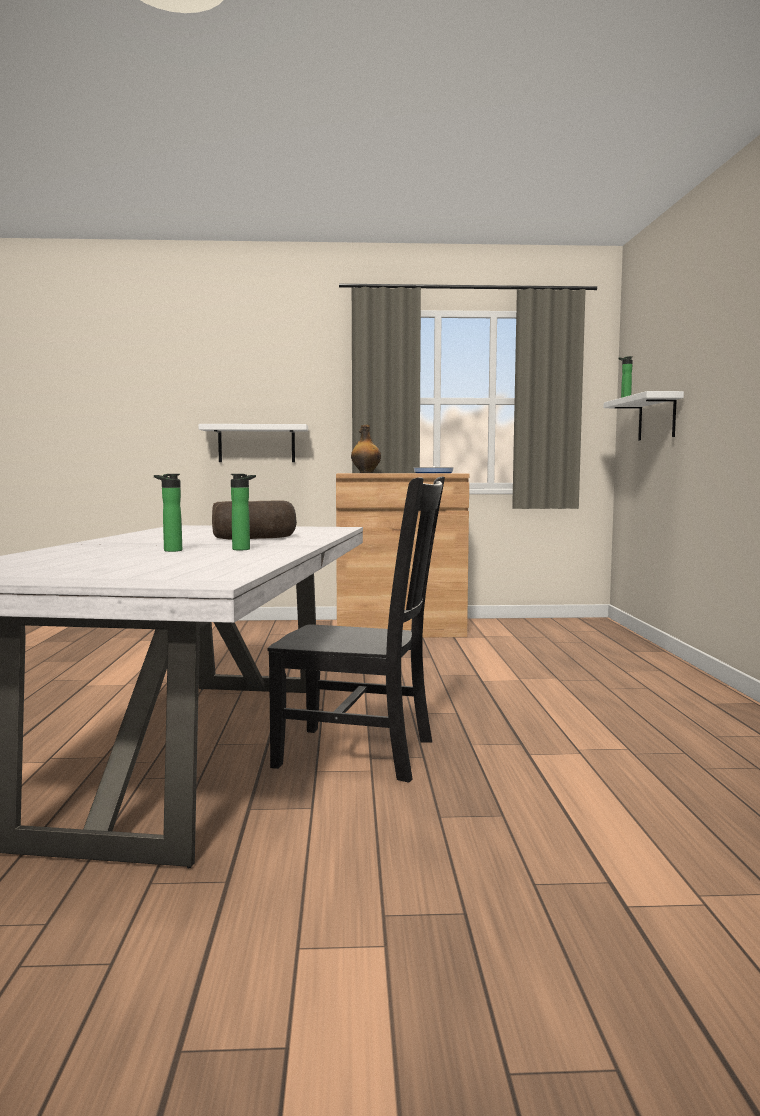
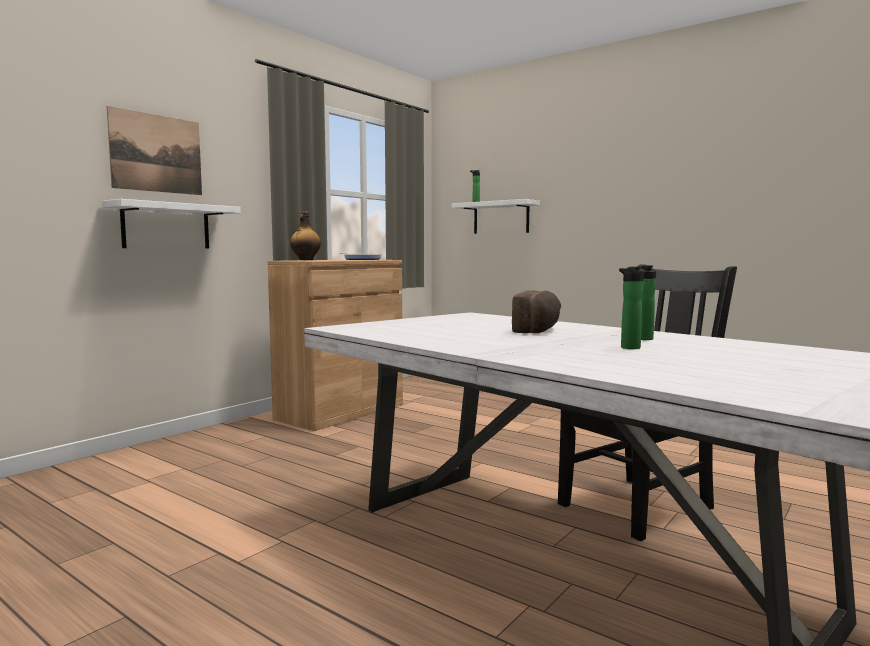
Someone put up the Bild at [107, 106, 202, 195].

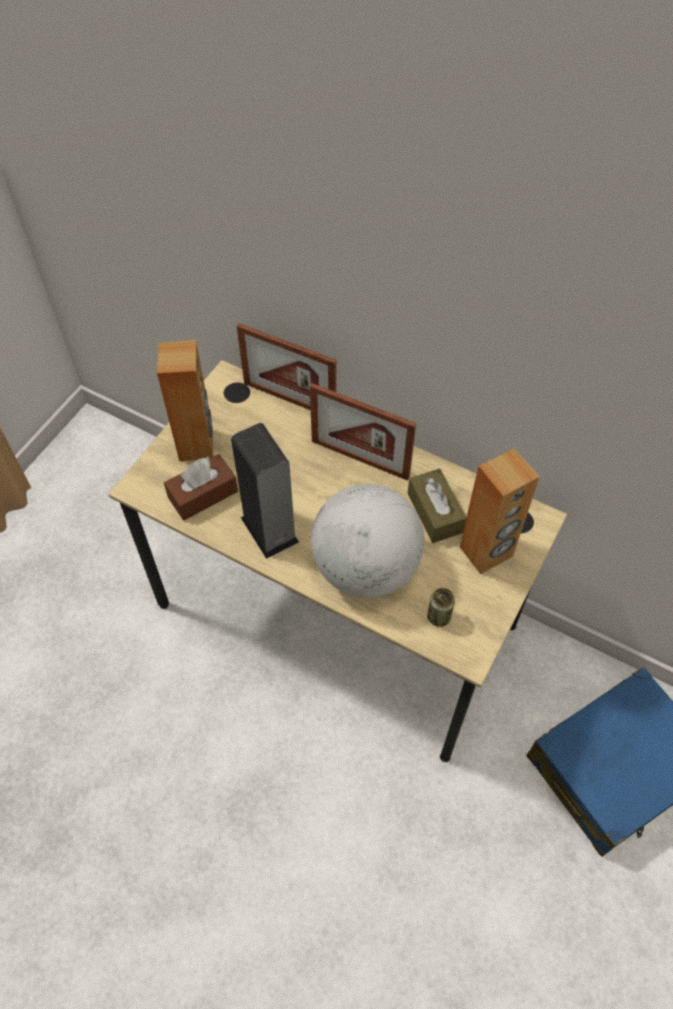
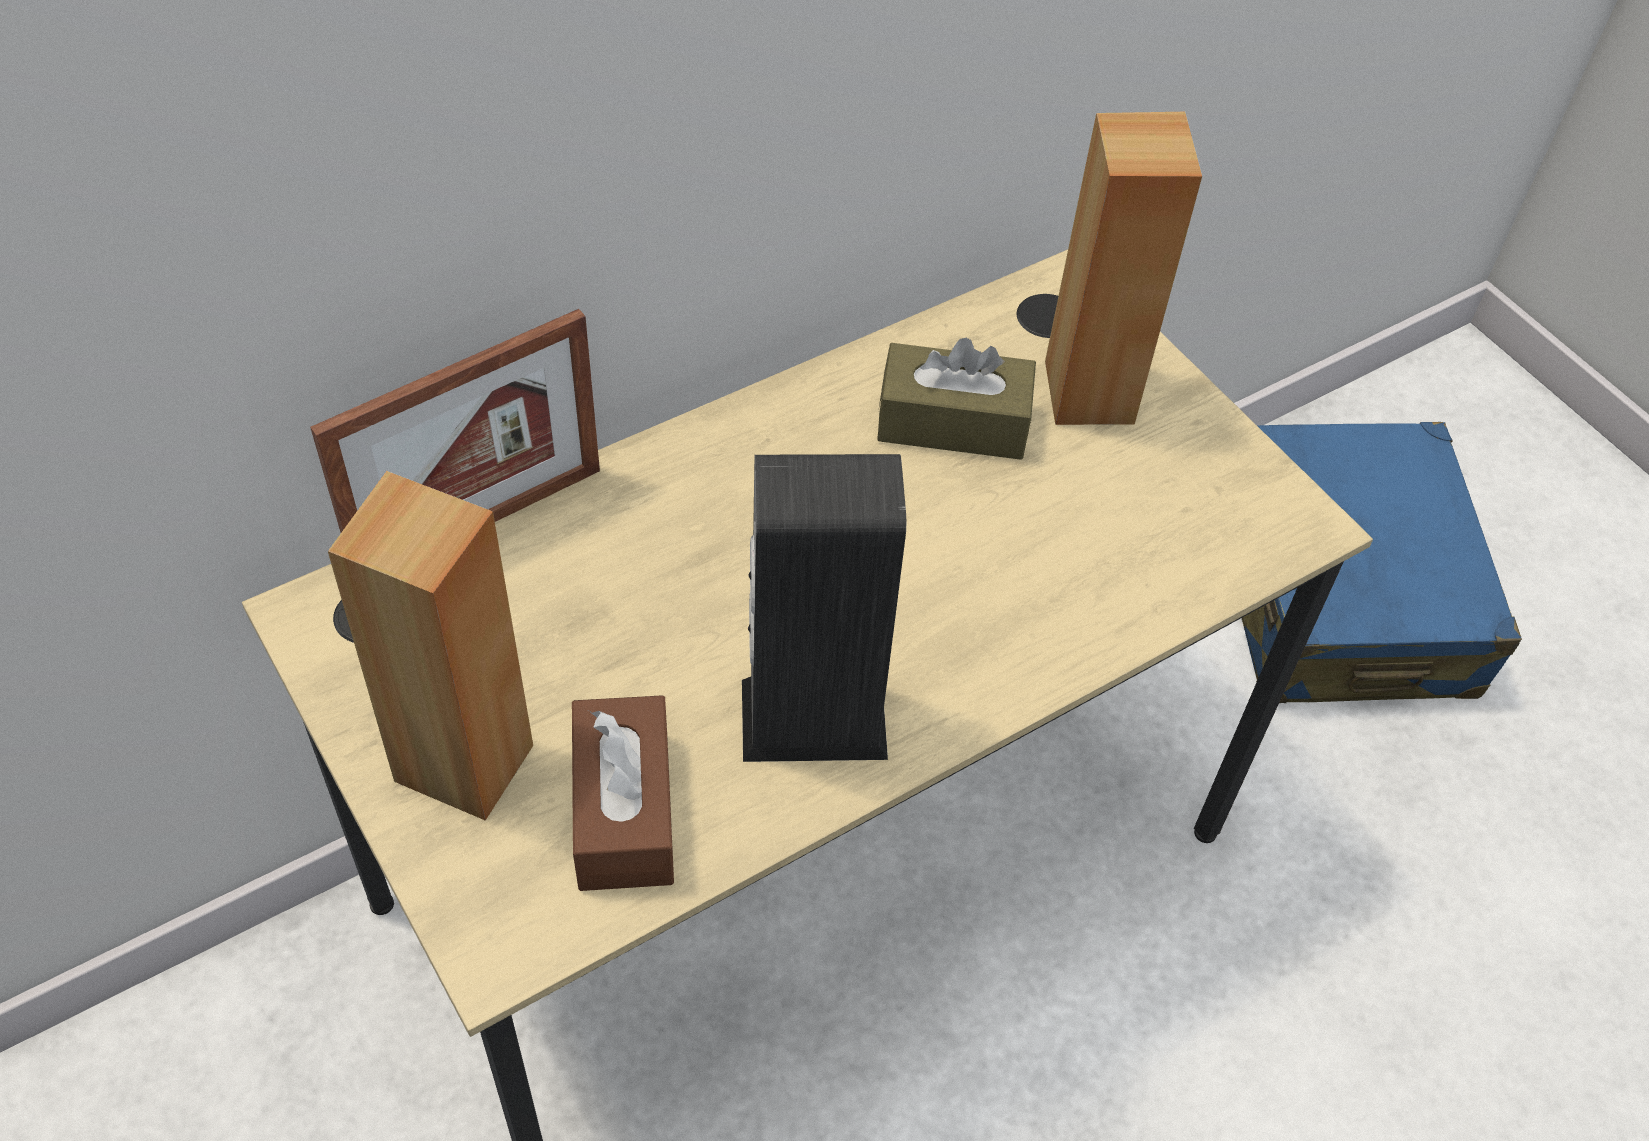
Someone took away the Bilderrahmen at [310, 383, 416, 481]. Someone took away the Globus at [311, 484, 424, 598]. Someone took away the Dose at [427, 588, 455, 627].

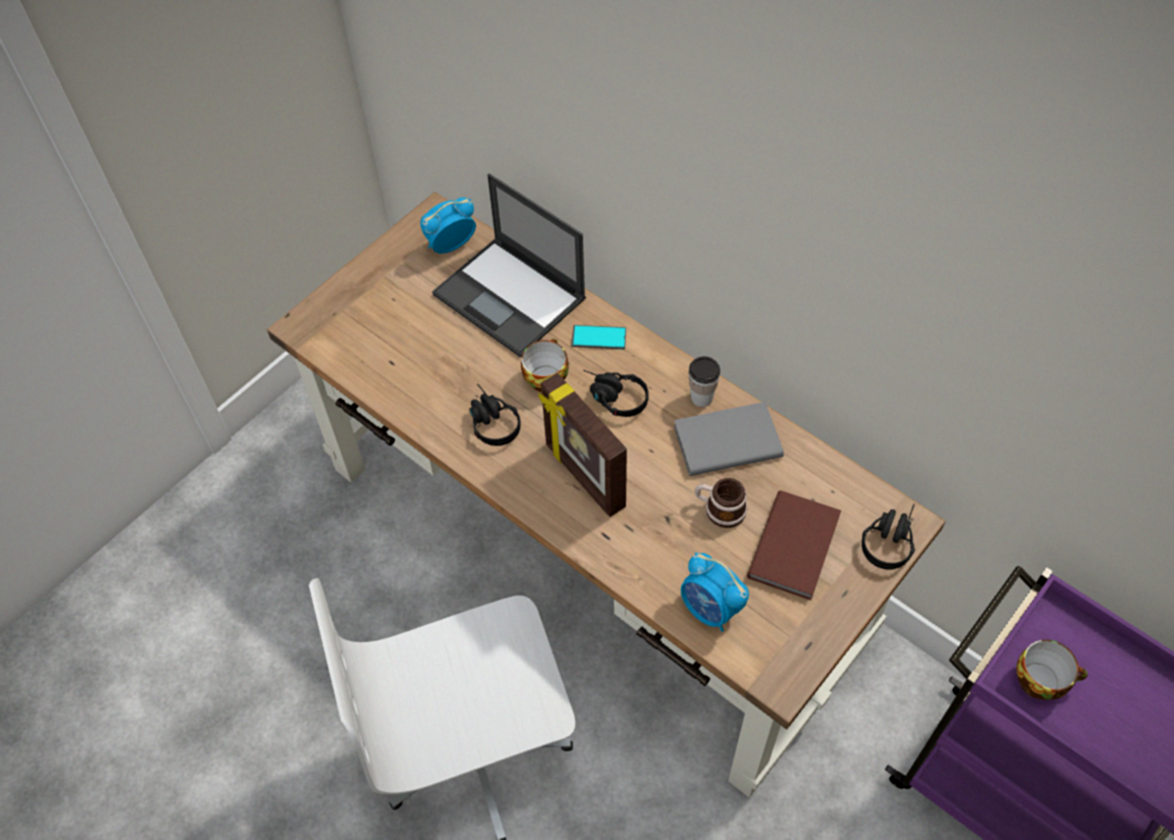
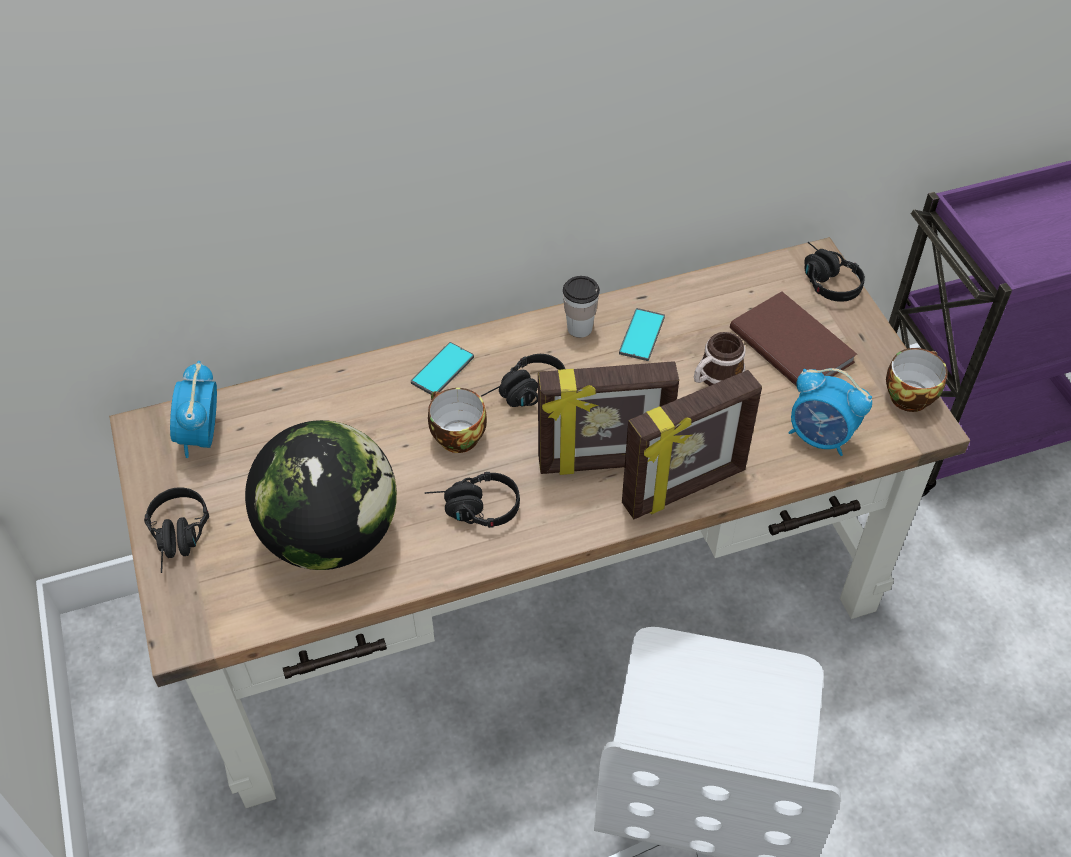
Someone took away the Laptop at [432, 173, 586, 357]. Someone swapped the Buch/grau at [674, 402, 784, 476] for the Handy at [619, 308, 665, 361]. Someone rotated the Wecker at [681, 552, 749, 632] by 45 degrees clockwise. Someone carried the Tasse from [1016, 639, 1088, 700] to [886, 348, 948, 412]. Someone put down the Bilderrahmen at [622, 370, 762, 519]. Someone put down the Globus at [245, 420, 397, 570]. Someone put down the Kopfhörer/schwarz at [144, 487, 209, 573].

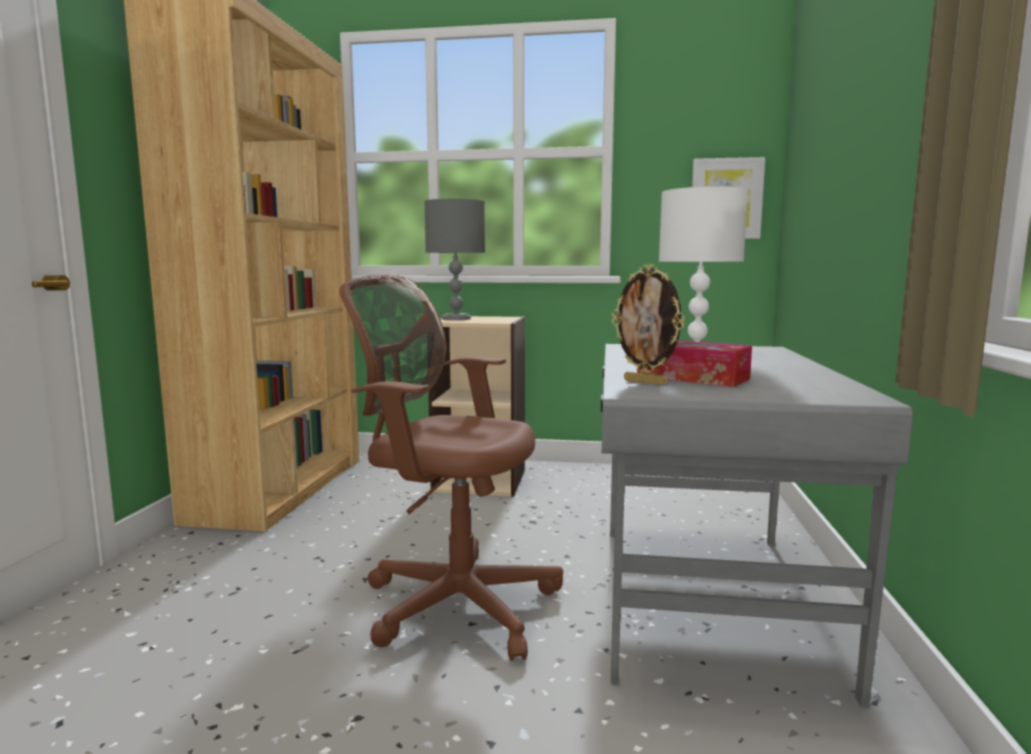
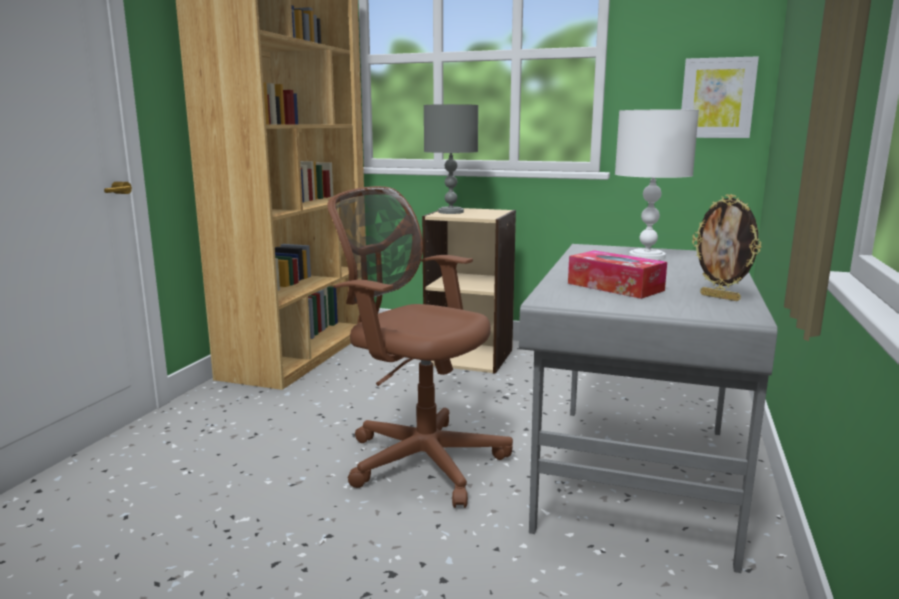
Someone carried the Bilderrahmen from [611, 264, 685, 385] to [692, 194, 761, 301].

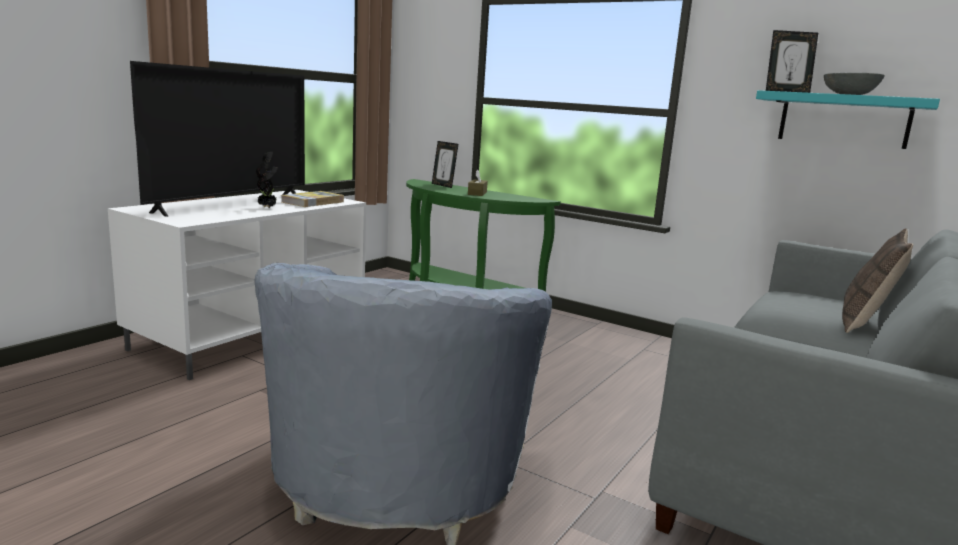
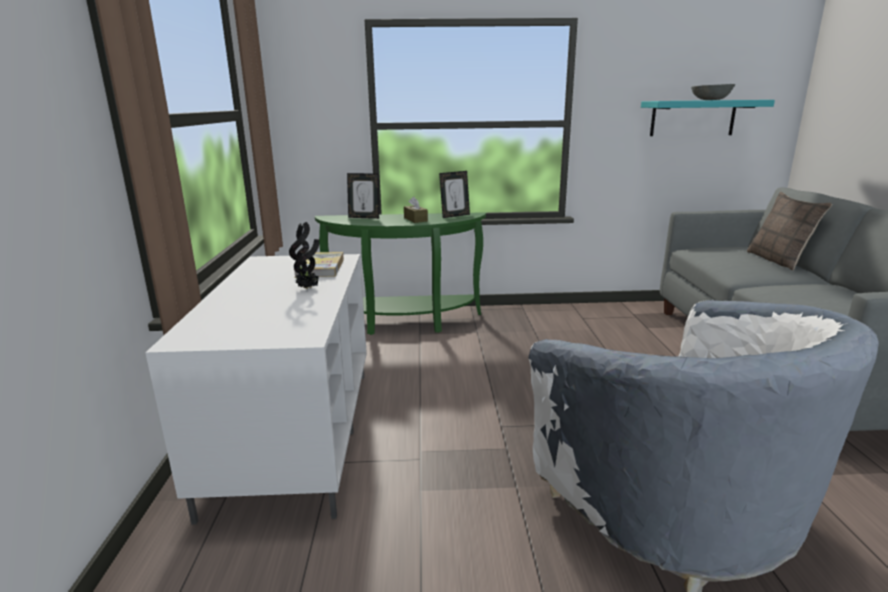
Someone carried the Bilderrahmen from [766, 30, 818, 93] to [439, 171, 470, 218]. Someone took away the Fernseher at [130, 61, 305, 217].

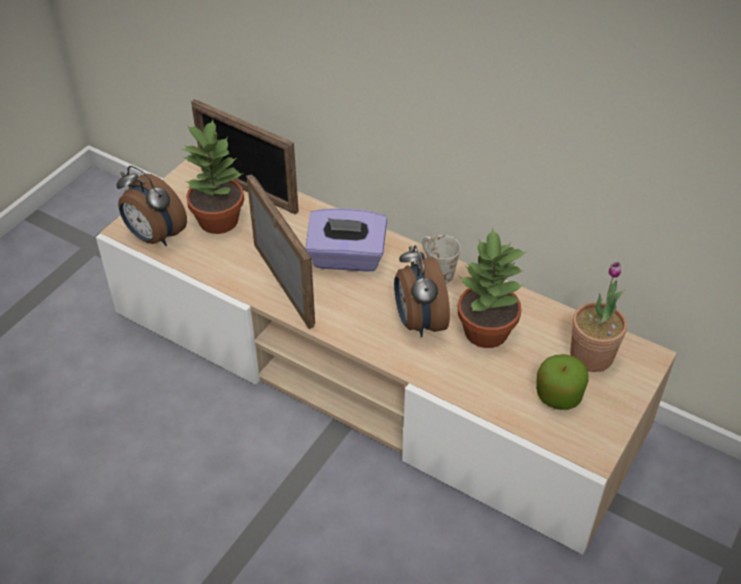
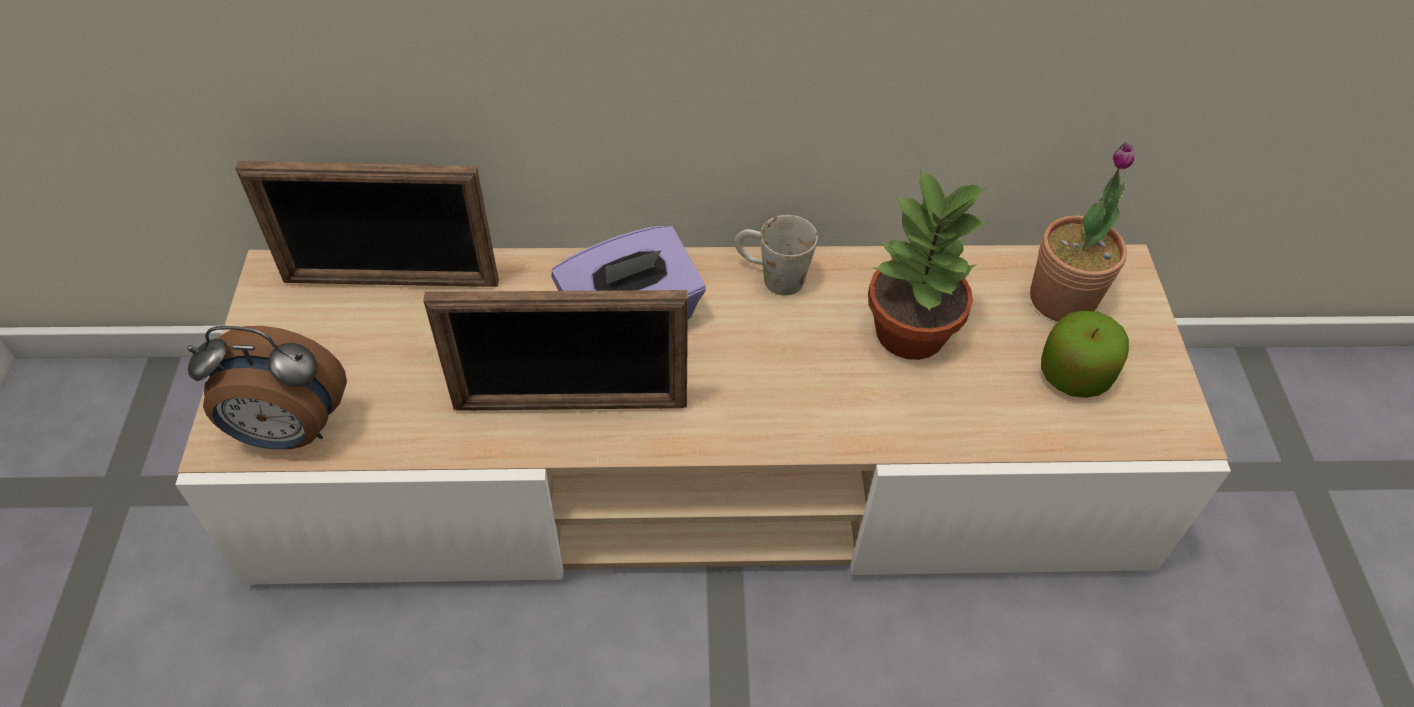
Someone took away the Topfpflanze at [183, 120, 244, 234]. Someone rotated the Bilderrahmen at [246, 174, 315, 329] by 150 degrees clockwise. Someone took away the Wecker at [394, 245, 450, 337].

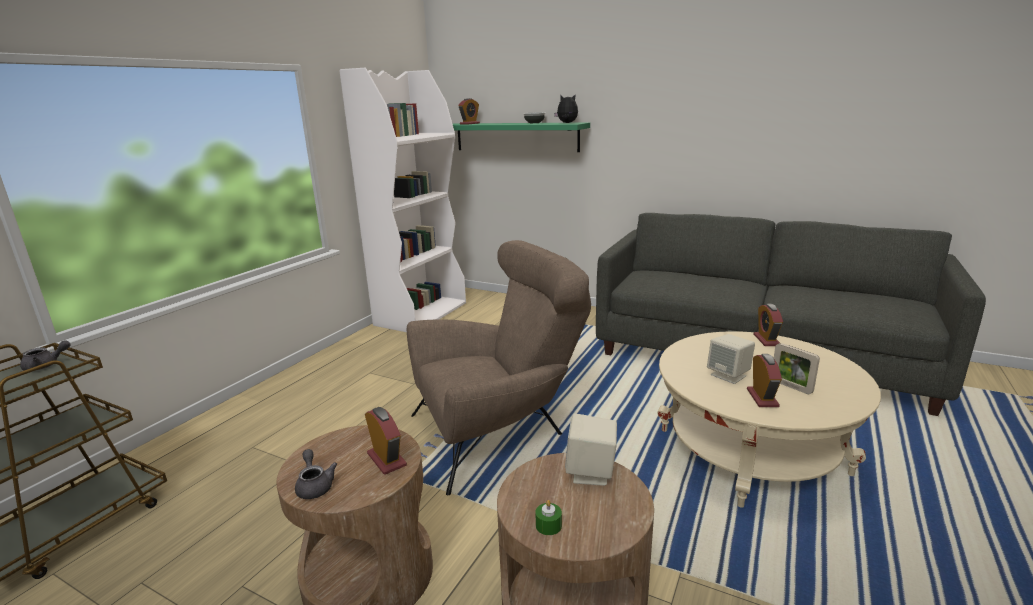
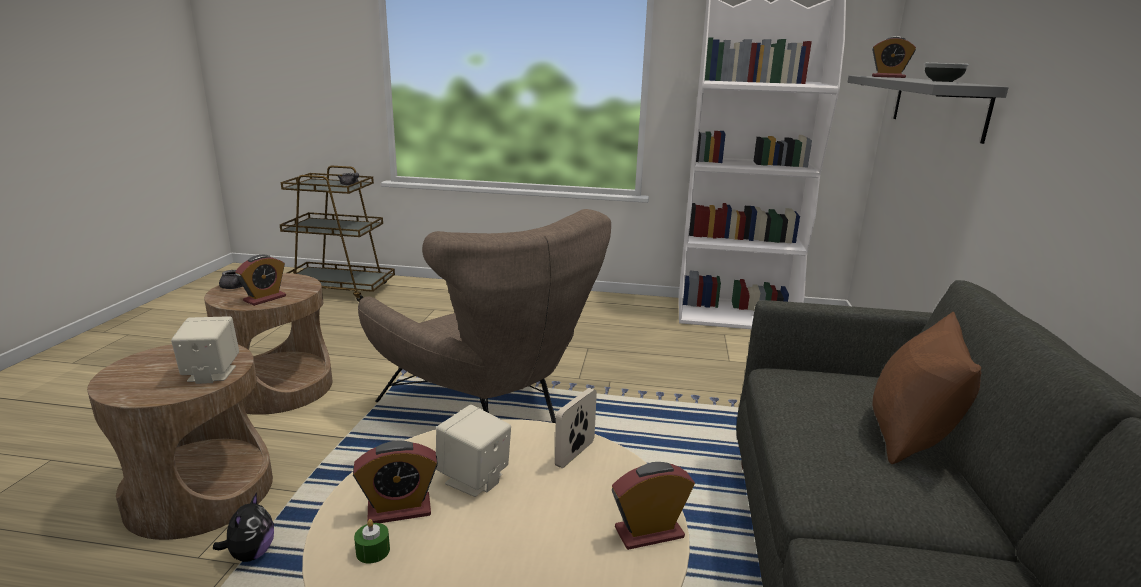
Someone carried the Plüschtier from [554, 94, 578, 123] to [213, 492, 274, 562]. Someone repainted the Wandregal/grün at [453, 122, 590, 152], which became the Wandregal/grau at [847, 75, 1009, 144]. Someone carried the Bilderrahmen from [774, 343, 820, 394] to [555, 388, 597, 468]. Someone carried the Kerze/grün from [536, 500, 562, 535] to [354, 519, 390, 564]. Someone put down the Kissen/braun at [873, 312, 982, 464].

